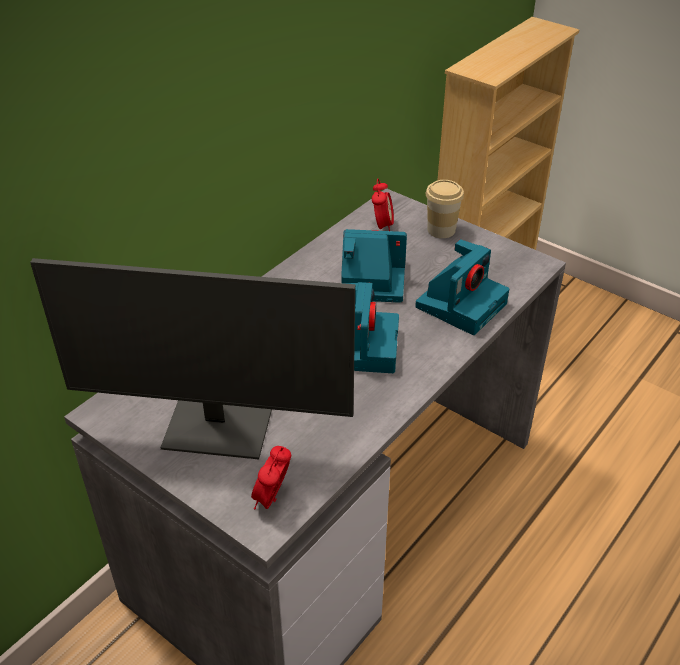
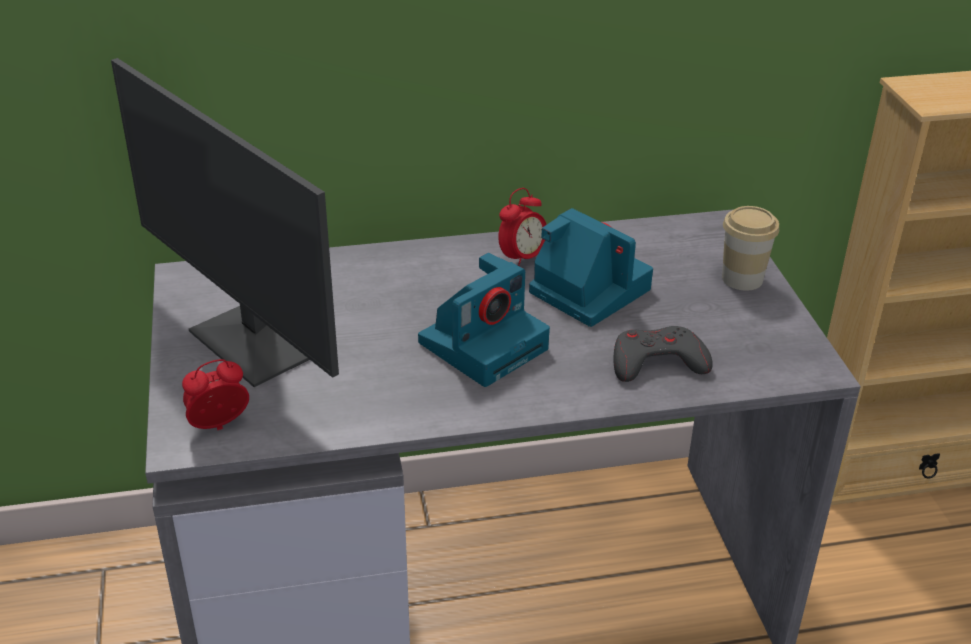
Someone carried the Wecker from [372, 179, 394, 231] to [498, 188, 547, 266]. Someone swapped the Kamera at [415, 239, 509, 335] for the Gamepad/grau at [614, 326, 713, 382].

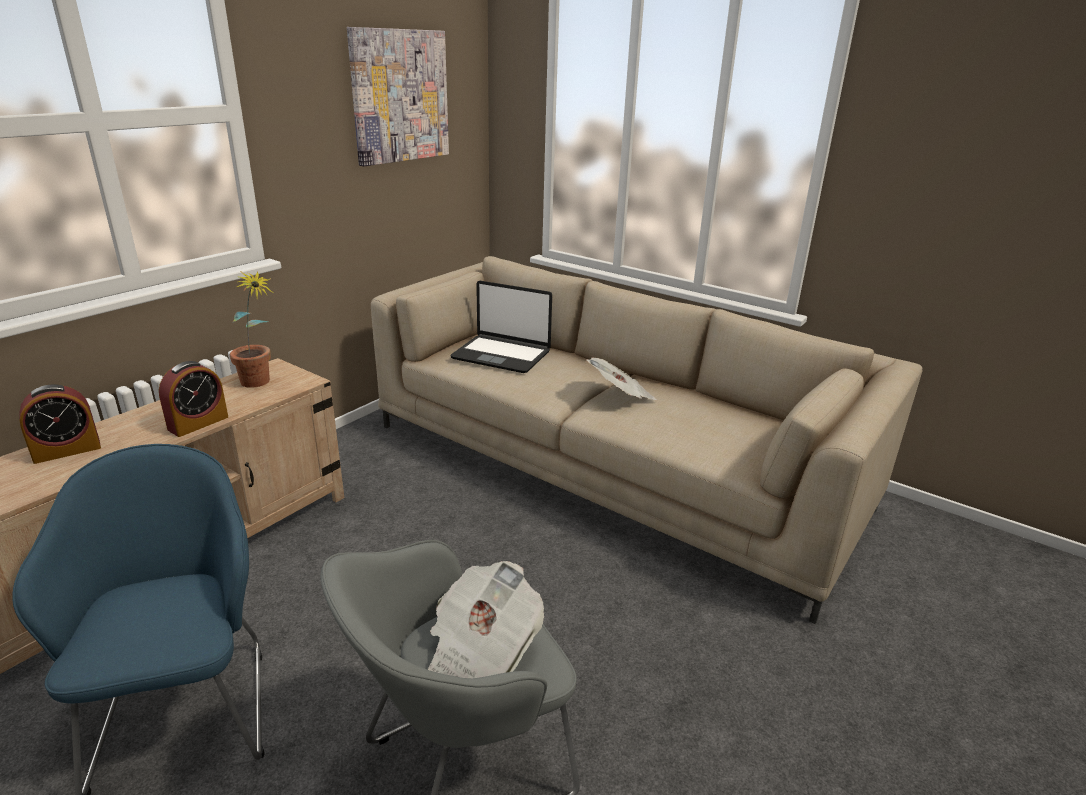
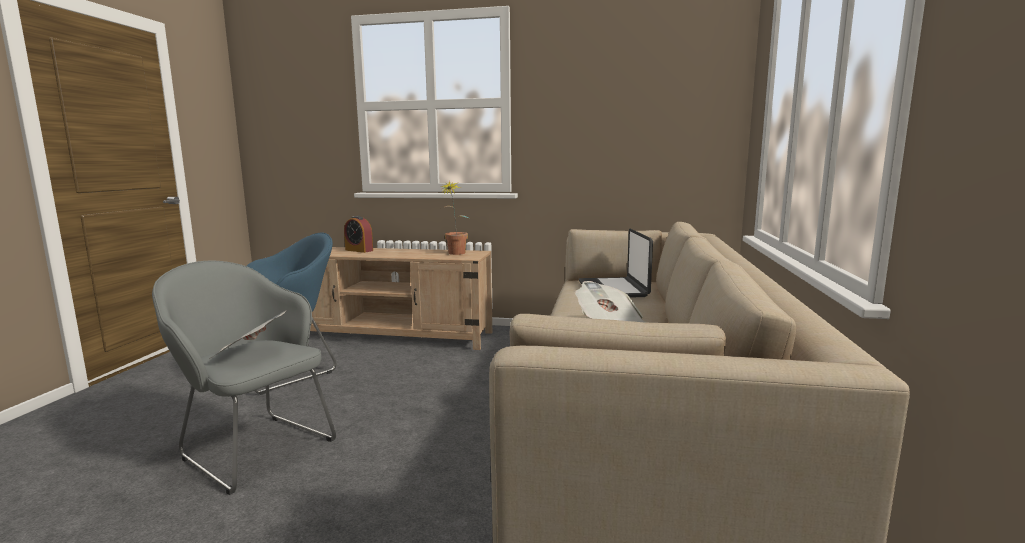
Someone took away the Bild at [347, 27, 449, 166]. Someone took away the Wecker at [159, 361, 228, 437].

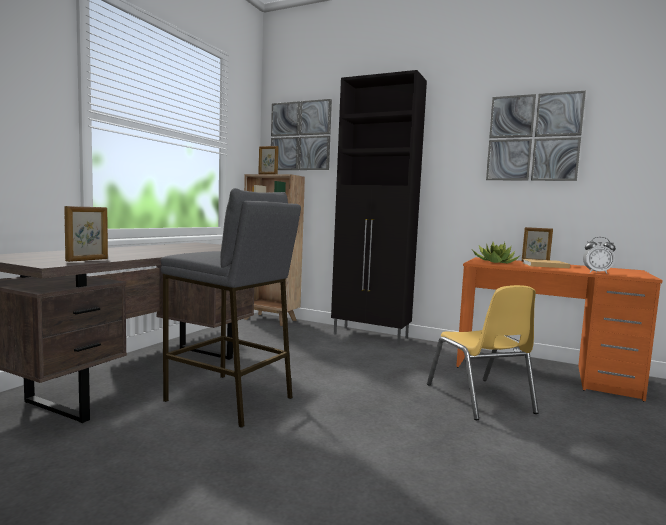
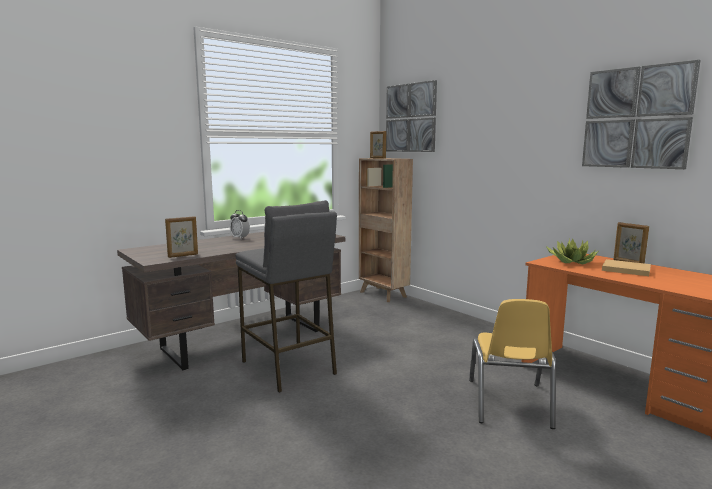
Someone took away the Schrank/schwarz at [331, 70, 427, 345]. Someone carried the Wecker from [583, 237, 616, 274] to [230, 210, 250, 239].

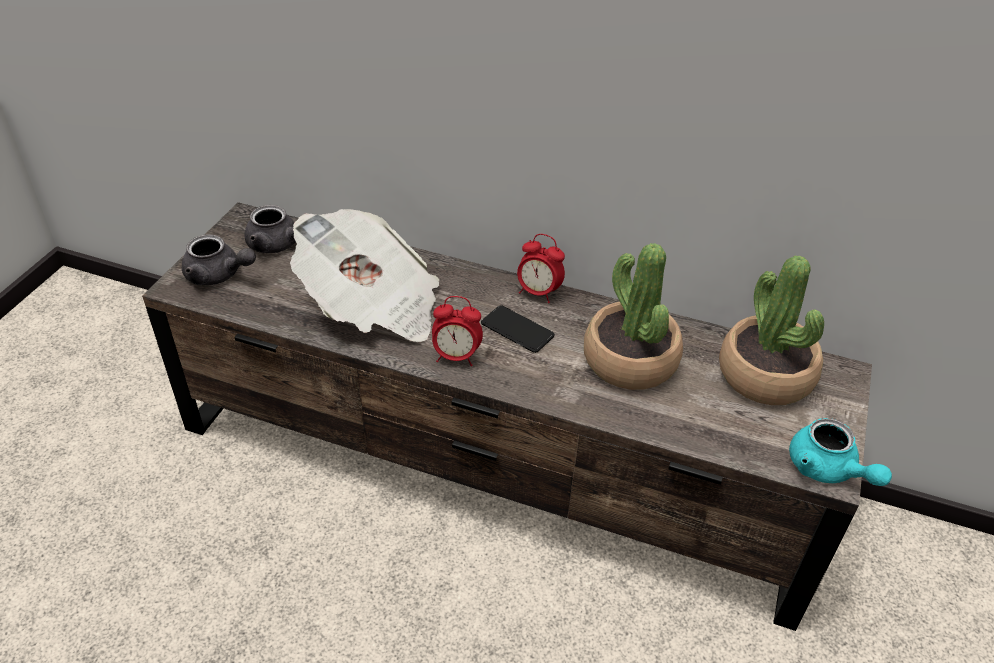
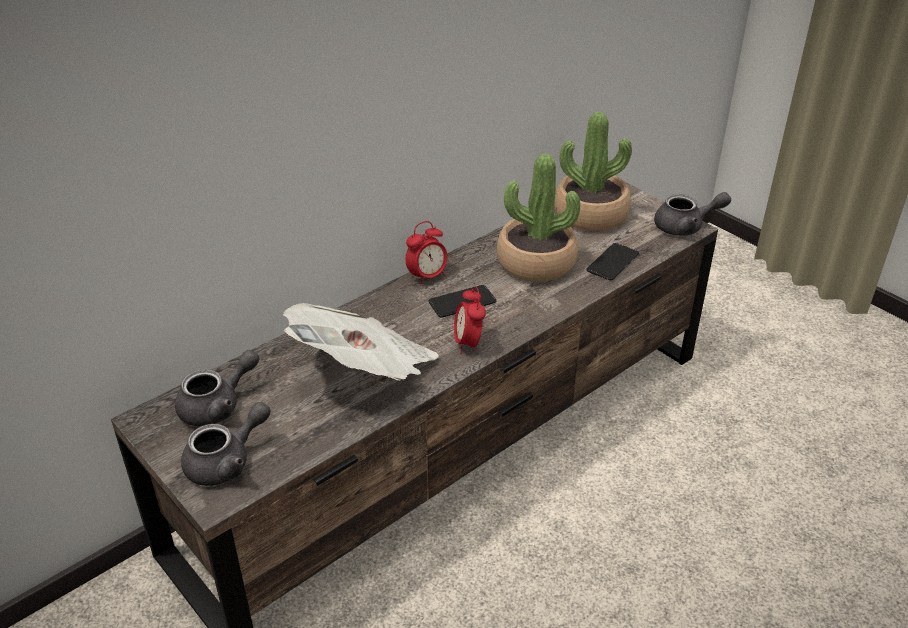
Someone rotated the Wecker at [432, 296, 483, 366] by 135 degrees clockwise. Someone repainted the Teekanne/türkis at [789, 418, 892, 486], which became the Teekanne/grau at [654, 192, 731, 236]. Someone put down the Handy at [586, 243, 639, 280].

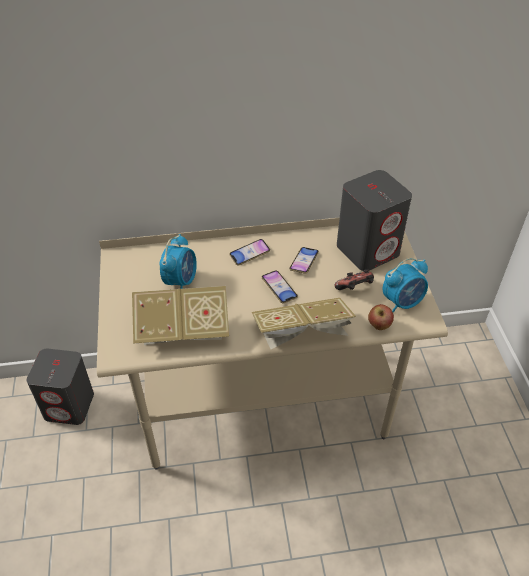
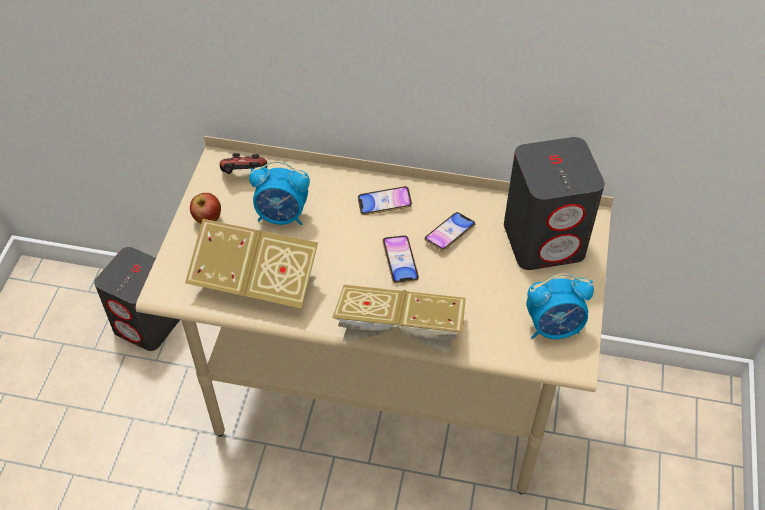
Someone rotated the Wecker at [159, 234, 197, 289] by 60 degrees clockwise. Someone carried the Gamepad from [335, 269, 374, 290] to [220, 153, 268, 174]. Someone carried the Apfel from [368, 304, 394, 330] to [190, 193, 221, 223].

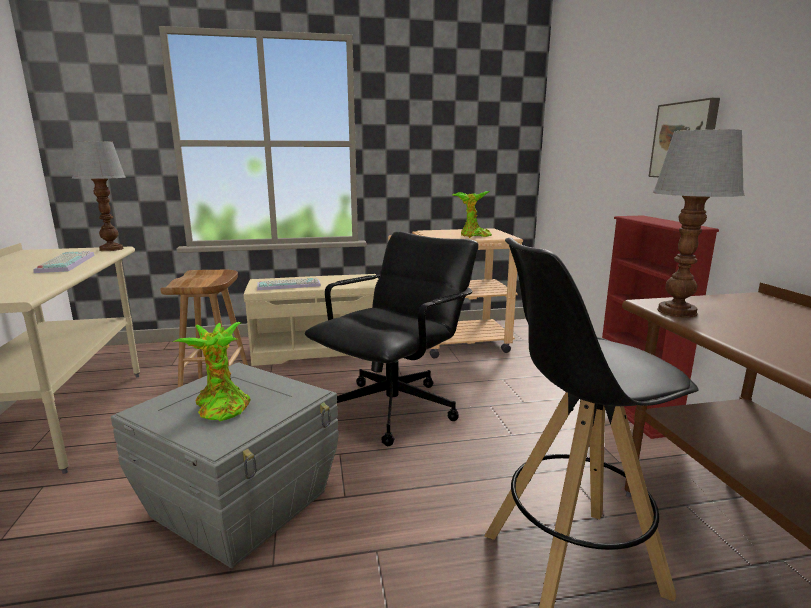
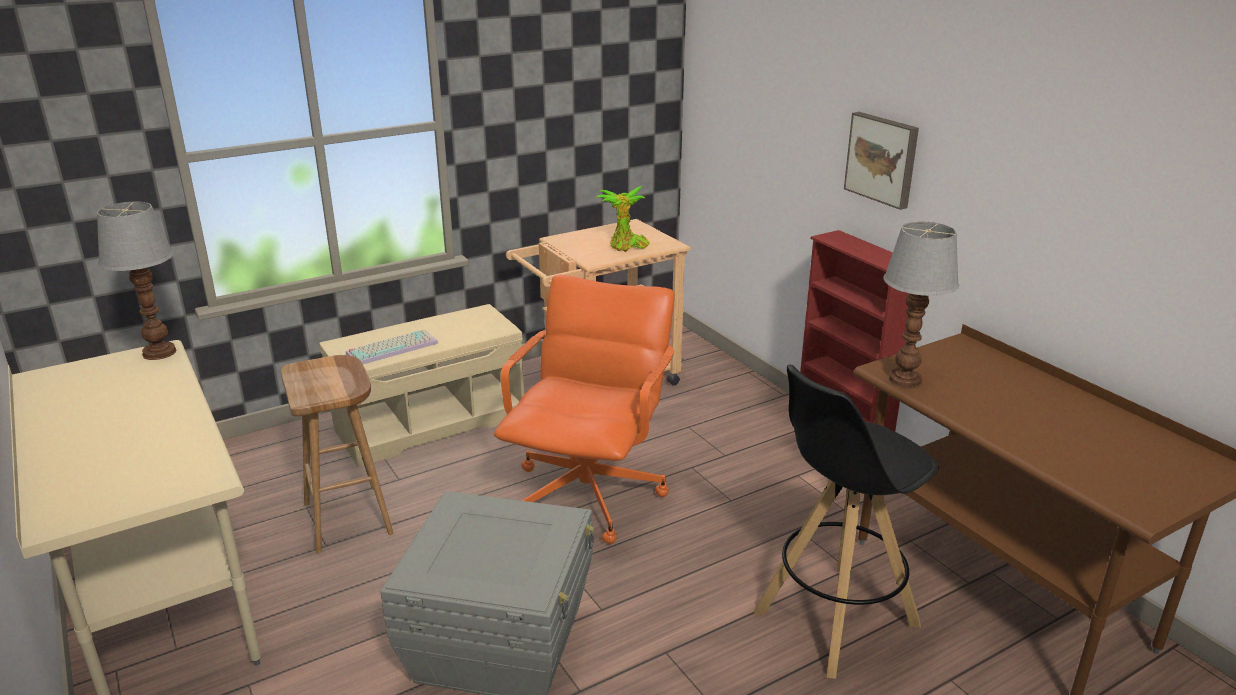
Someone repainted the Bürostuhl/schwarz at [305, 231, 479, 446], which became the Bürostuhl/orange at [494, 275, 675, 544]. Someone took away the Tastatur at [34, 251, 95, 273]. Someone took away the Topfpflanze at [173, 322, 251, 421].

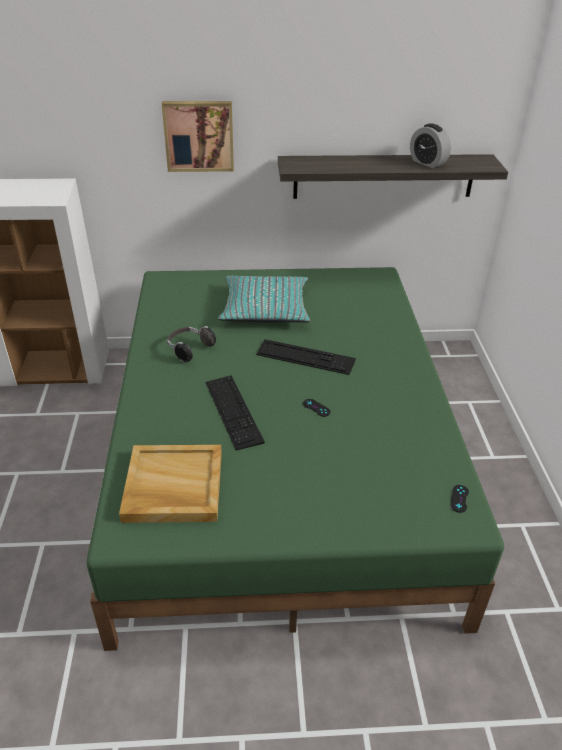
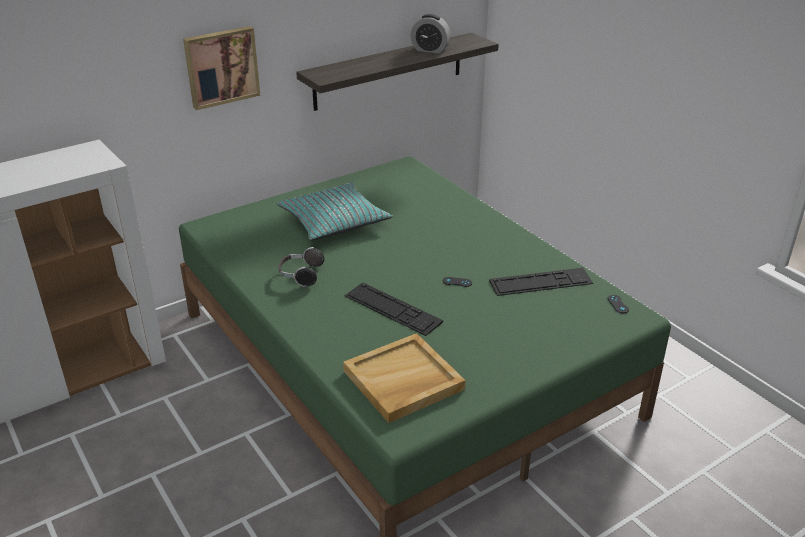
Someone carried the Tastatur from [256, 339, 356, 375] to [489, 268, 593, 296].

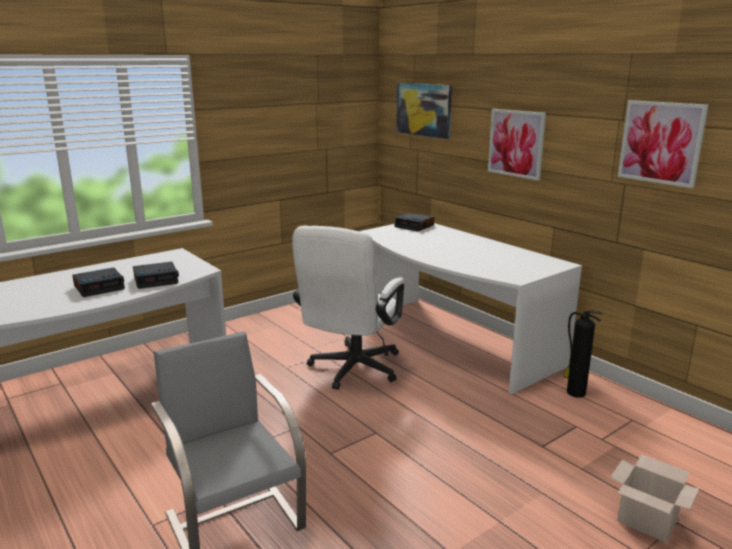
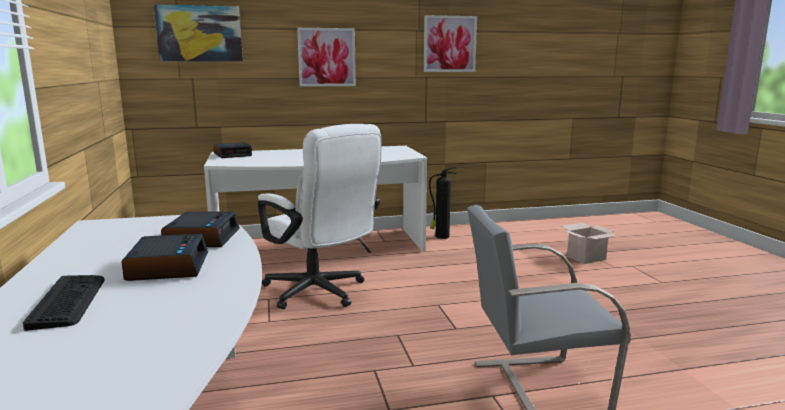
Someone put down the Tastatur at [23, 275, 105, 331].

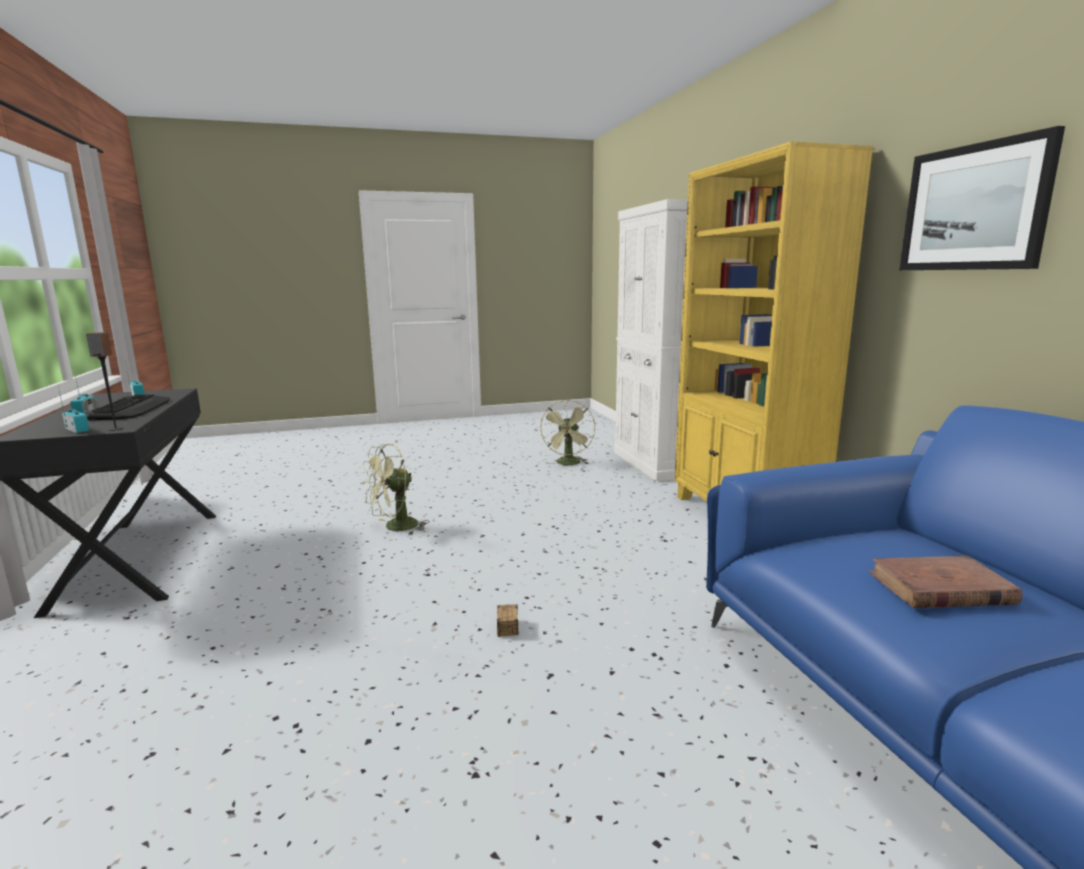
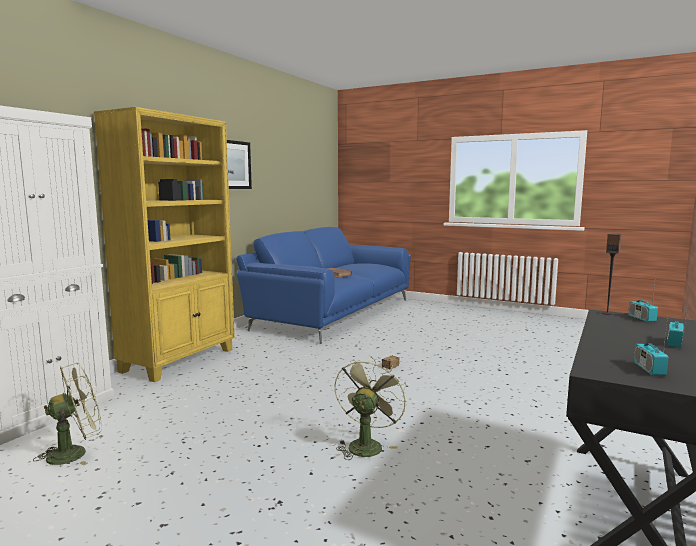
Someone took away the Tastatur at [85, 395, 170, 421]. Someone rotated the Ventilator/grün at [362, 443, 430, 535] by 75 degrees counterclockwise.

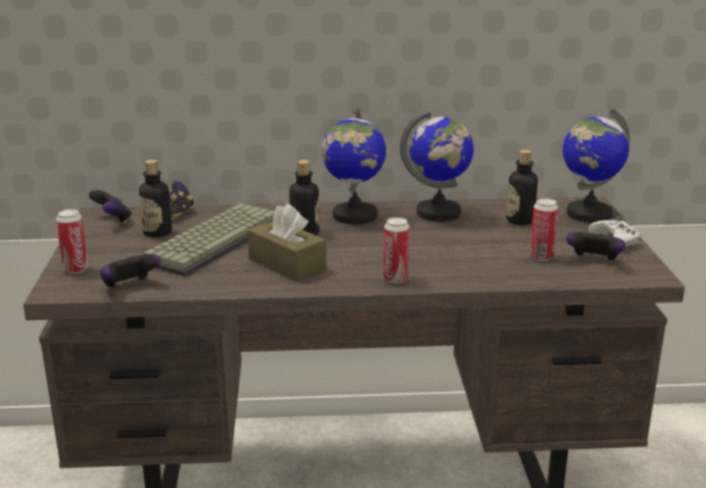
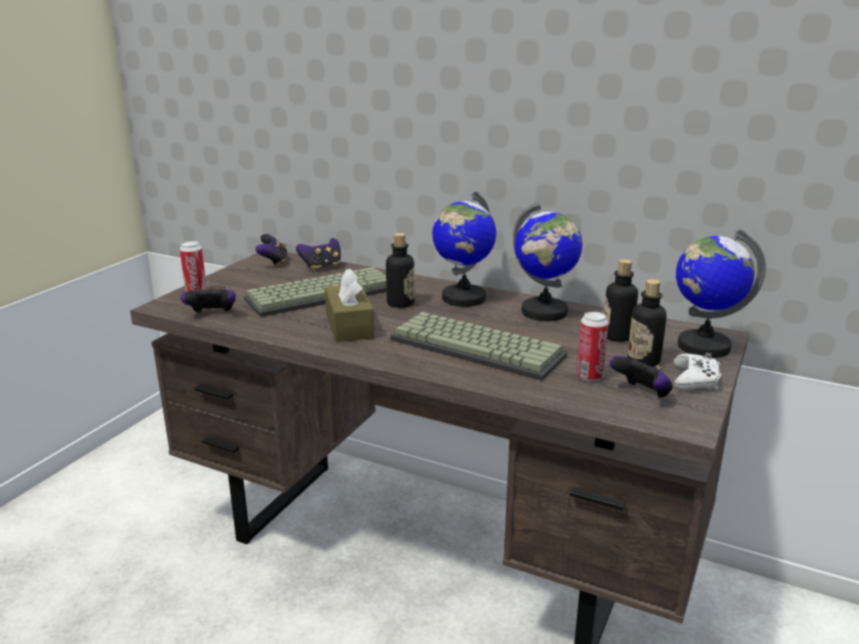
Someone carried the Flasche from [139, 160, 172, 237] to [627, 279, 667, 367]. Someone took away the Dose at [383, 217, 410, 284]. Someone put down the Tastatur at [390, 312, 567, 381].

